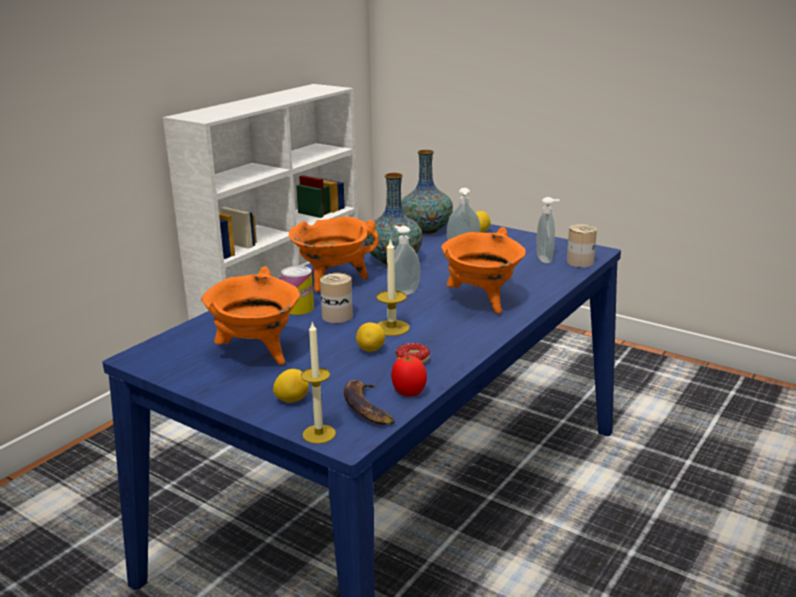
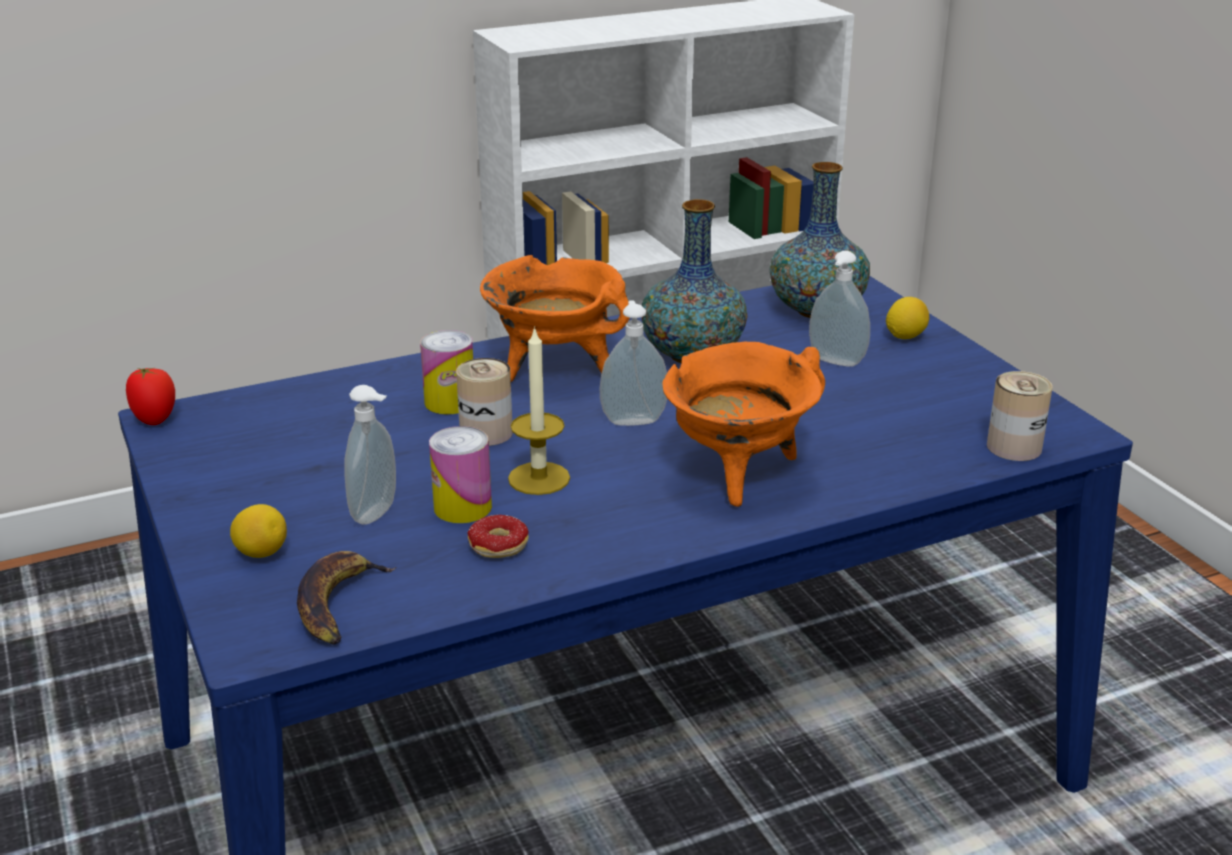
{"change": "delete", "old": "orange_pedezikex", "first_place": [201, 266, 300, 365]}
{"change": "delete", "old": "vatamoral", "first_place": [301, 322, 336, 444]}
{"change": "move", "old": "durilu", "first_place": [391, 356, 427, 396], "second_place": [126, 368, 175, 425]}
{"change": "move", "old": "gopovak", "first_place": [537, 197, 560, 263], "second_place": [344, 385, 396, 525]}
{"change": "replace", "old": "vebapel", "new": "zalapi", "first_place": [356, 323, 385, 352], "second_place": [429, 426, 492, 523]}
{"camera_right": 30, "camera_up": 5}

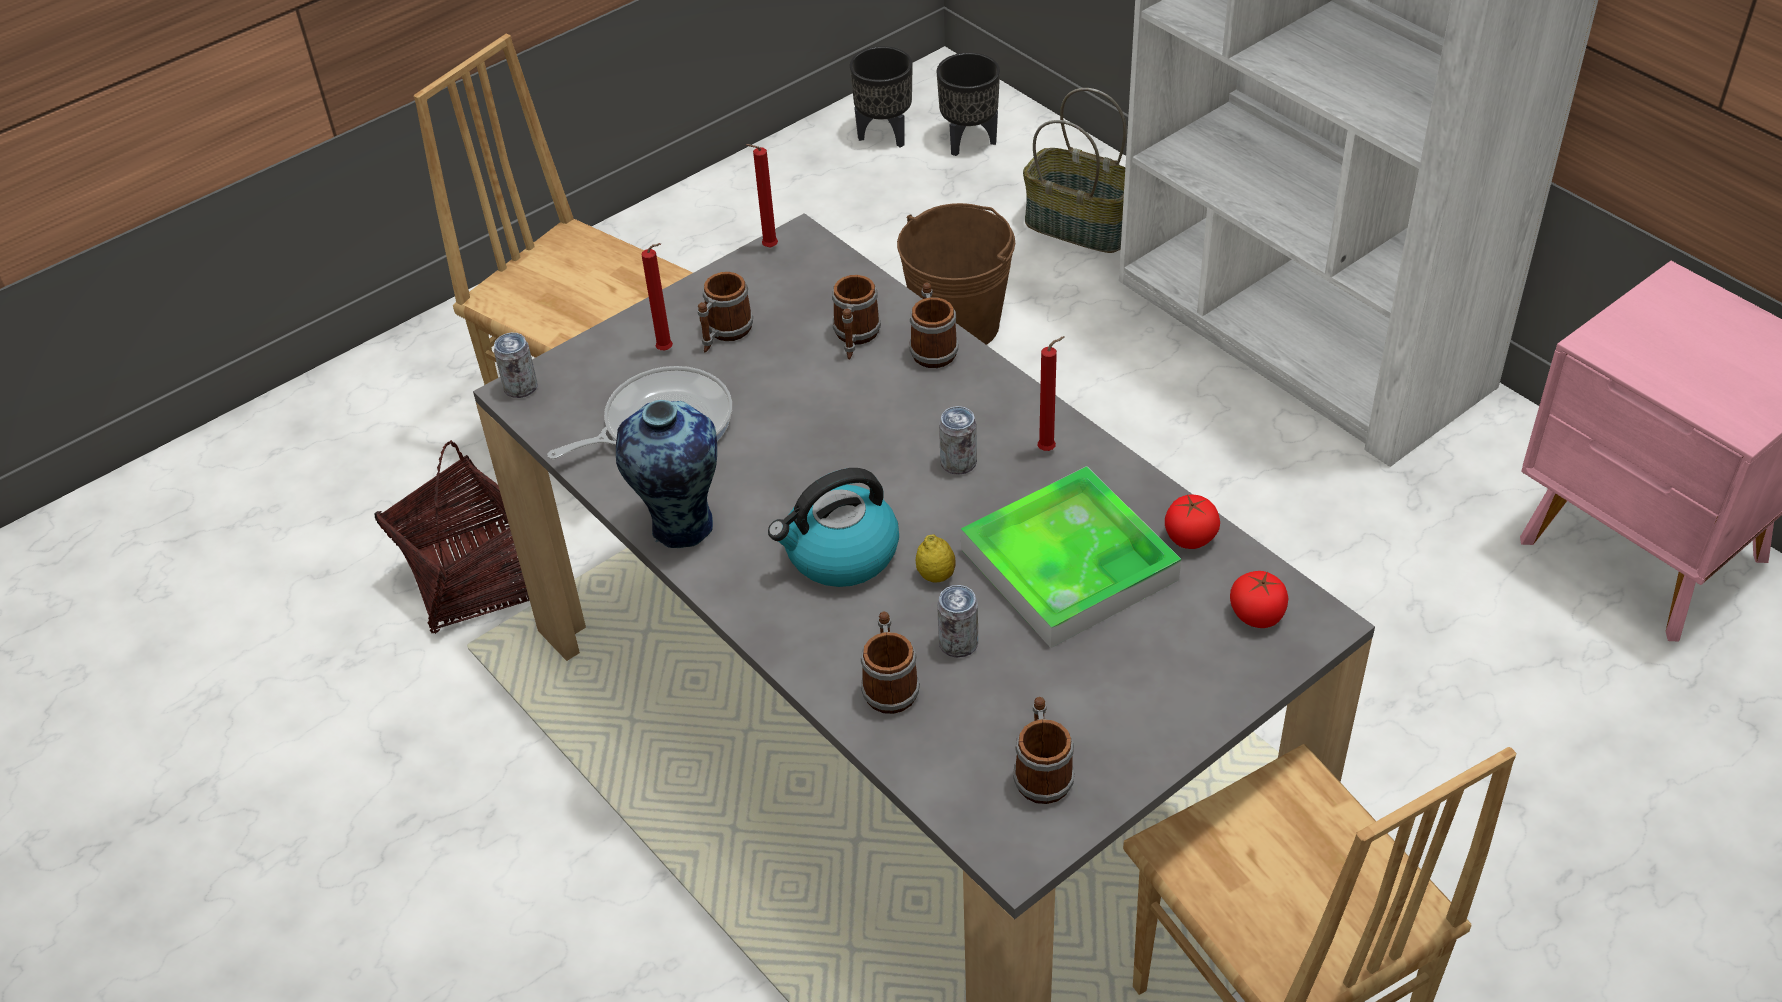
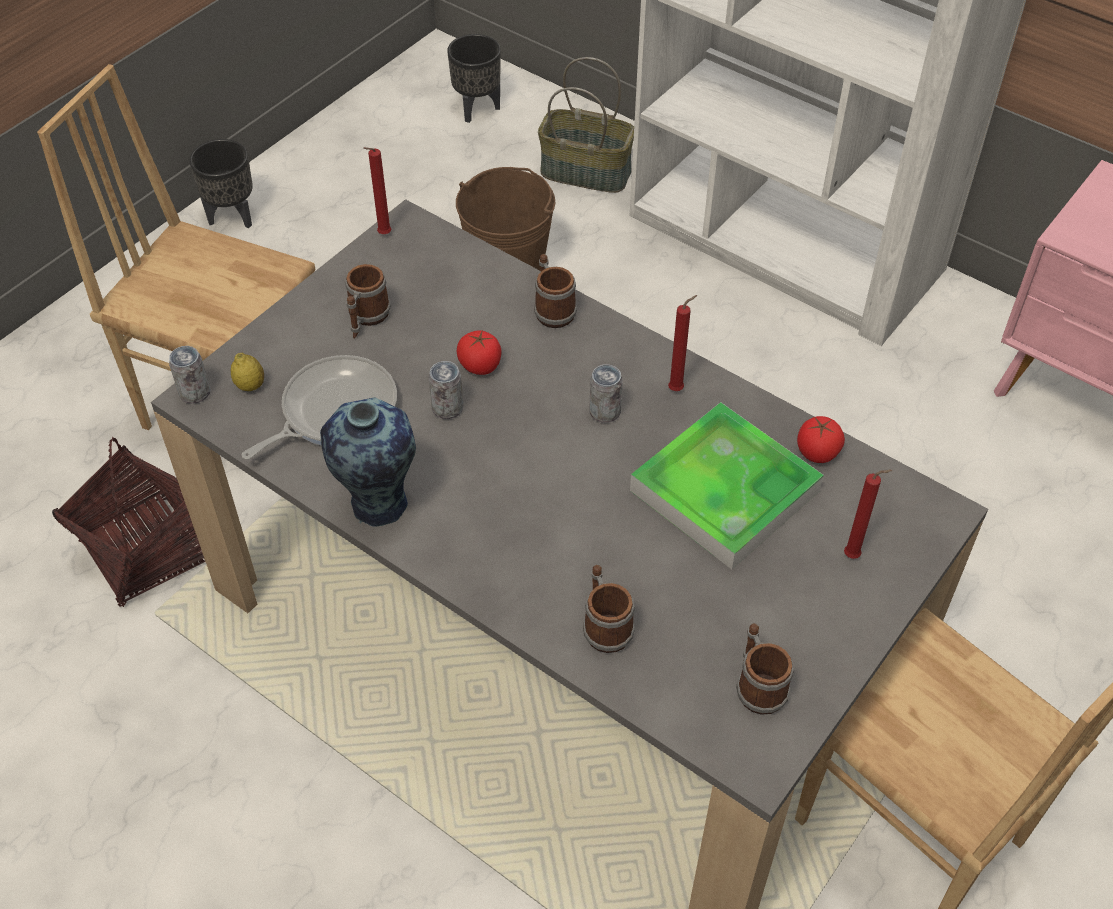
{"change": "delete", "old": "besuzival", "first_place": [768, 468, 899, 587]}
{"change": "delete", "old": "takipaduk", "first_place": [832, 275, 881, 359]}
{"change": "move", "old": "red_vatamoral", "first_place": [641, 243, 673, 350], "second_place": [844, 469, 892, 559]}
{"change": "move", "old": "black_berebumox", "first_place": [850, 46, 913, 148], "second_place": [189, 139, 253, 228]}
{"change": "move", "old": "vebapel", "first_place": [916, 534, 955, 582], "second_place": [231, 353, 264, 391]}
{"change": "move", "old": "zalapi", "first_place": [937, 585, 978, 658], "second_place": [428, 361, 463, 419]}
{"change": "move", "old": "durilu", "first_place": [1230, 571, 1288, 628], "second_place": [457, 330, 501, 375]}
{"camera_right": -15, "camera_up": 5}

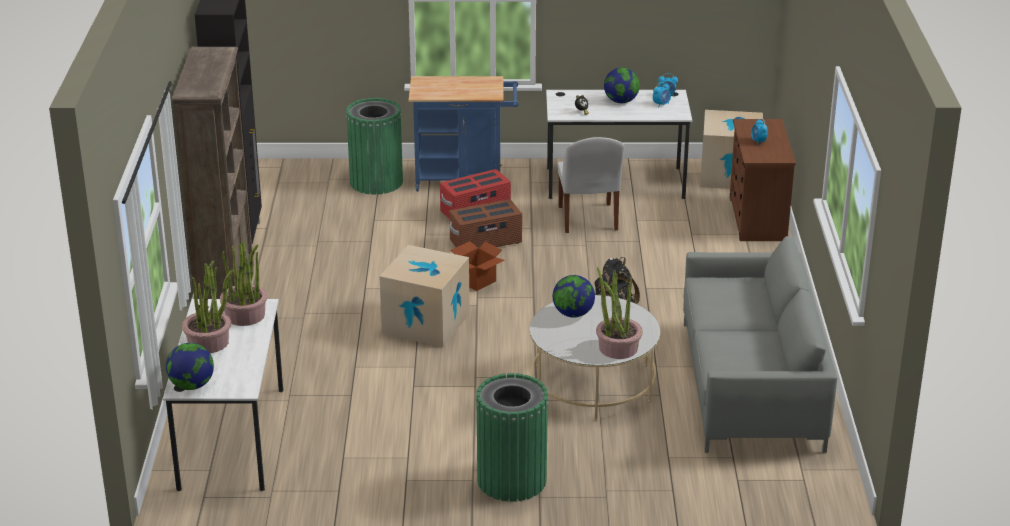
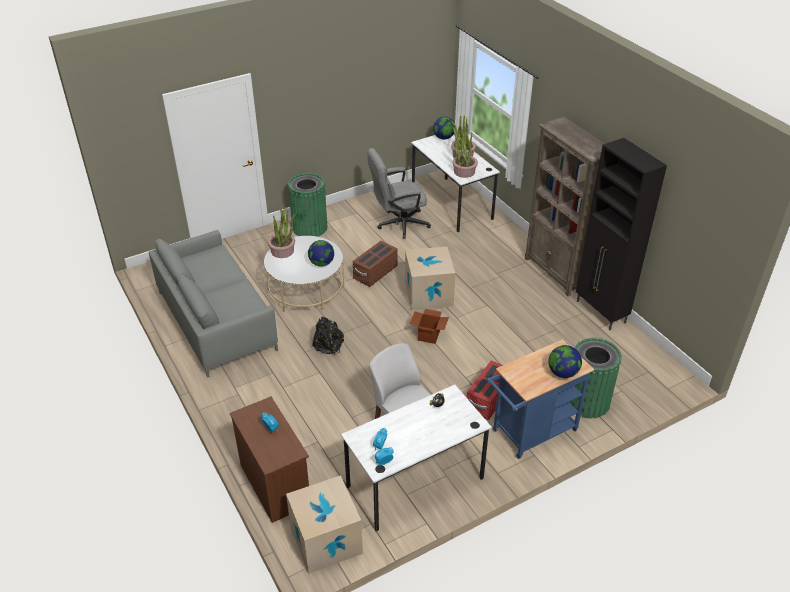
{"change": "insert", "new": "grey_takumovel", "second_place": [367, 148, 431, 239]}
{"change": "move", "old": "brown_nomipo", "first_place": [449, 199, 522, 248], "second_place": [353, 241, 397, 287]}
{"change": "move", "old": "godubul", "first_place": [604, 68, 640, 103], "second_place": [548, 345, 582, 378]}
{"camera_right": 150, "camera_up": 10}

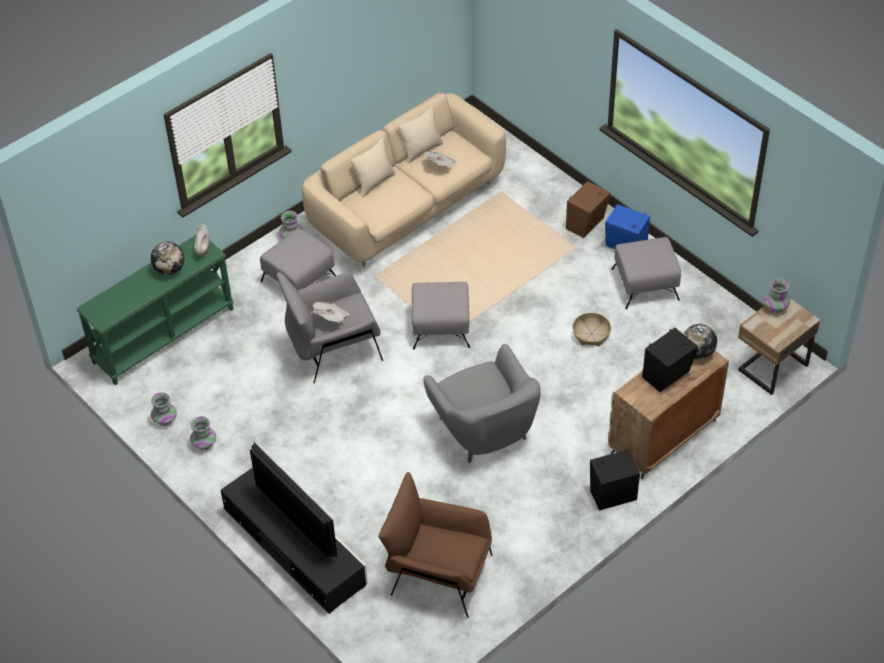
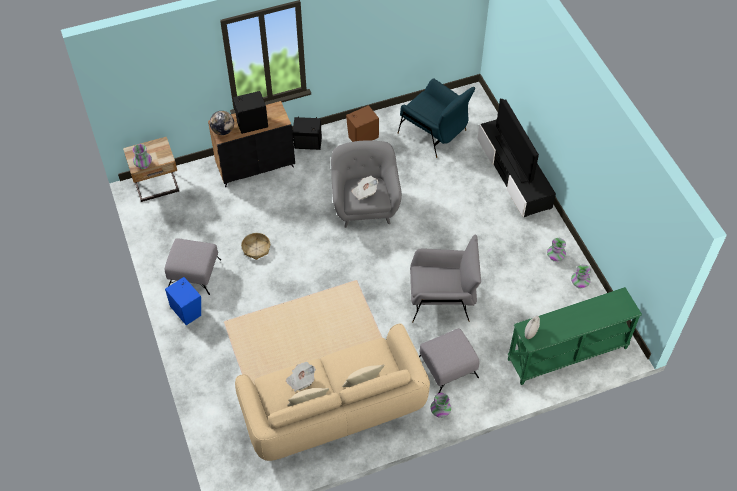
{"change": "delete", "old": "godubul", "first_place": [151, 242, 184, 275]}
{"change": "delete", "old": "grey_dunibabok", "first_place": [412, 282, 470, 349]}
{"change": "move", "old": "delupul", "first_place": [313, 302, 350, 323], "second_place": [352, 176, 379, 200]}
{"change": "move", "old": "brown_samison", "first_place": [566, 181, 610, 238], "second_place": [346, 105, 379, 142]}
{"change": "recolor", "old": "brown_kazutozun", "new": "blue_kazutozun", "first_place": [378, 472, 493, 618], "second_place": [397, 78, 475, 158]}
{"change": "recolor", "old": "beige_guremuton", "new": "black_guremuton", "first_place": [608, 351, 729, 479], "second_place": [208, 101, 295, 187]}
{"camera_right": -160, "camera_up": 5}

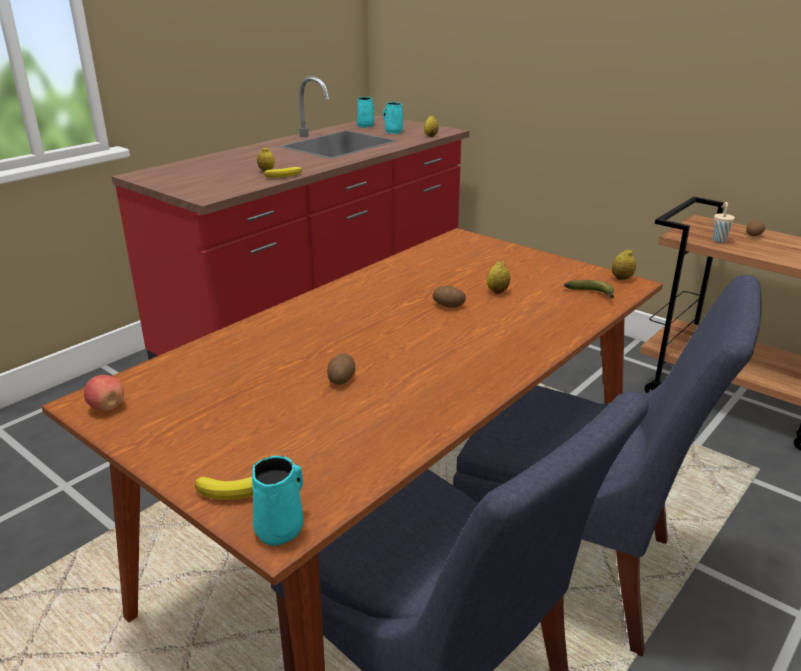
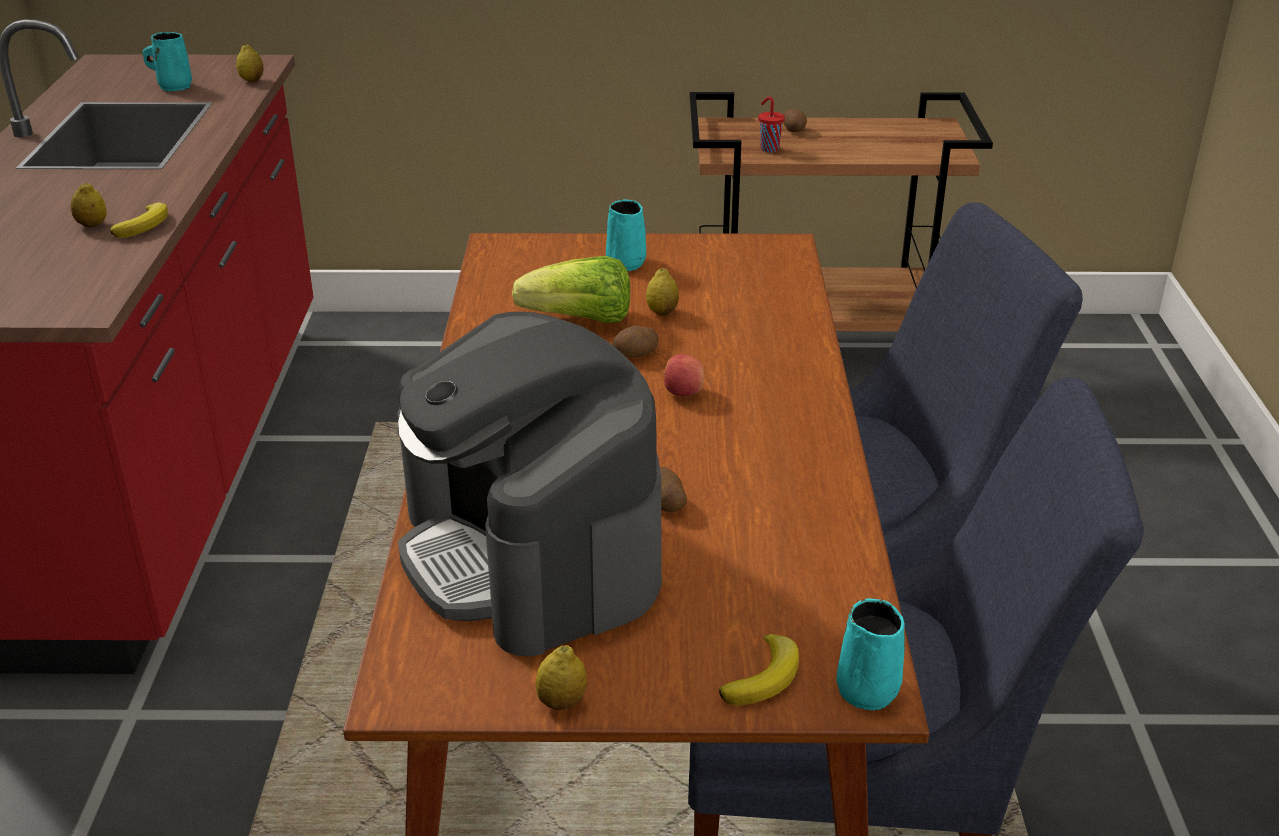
{"change": "delete", "old": "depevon", "first_place": [564, 280, 614, 299]}
{"change": "insert", "new": "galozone", "second_place": [397, 312, 662, 656]}
{"change": "insert", "new": "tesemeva", "second_place": [512, 256, 630, 323]}
{"change": "move", "old": "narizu", "first_place": [84, 375, 124, 411], "second_place": [664, 354, 704, 396]}
{"change": "move", "old": "turquoise_takipaduk", "first_place": [357, 97, 374, 128], "second_place": [606, 200, 646, 271]}
{"change": "move", "old": "vebapel", "first_place": [612, 249, 636, 280], "second_place": [535, 645, 587, 710]}
{"change": "recolor", "old": "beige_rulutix", "new": "red_rulutix", "first_place": [713, 202, 735, 243], "second_place": [758, 96, 785, 152]}
{"camera_right": -40, "camera_up": 5}

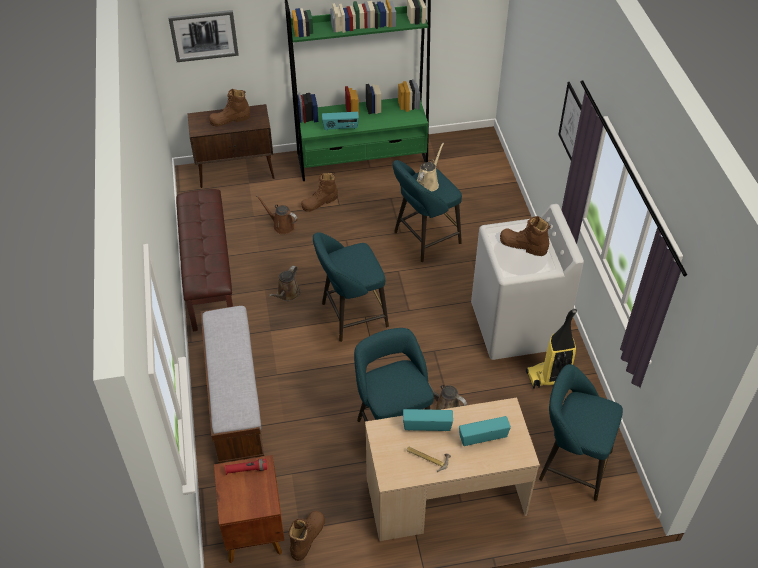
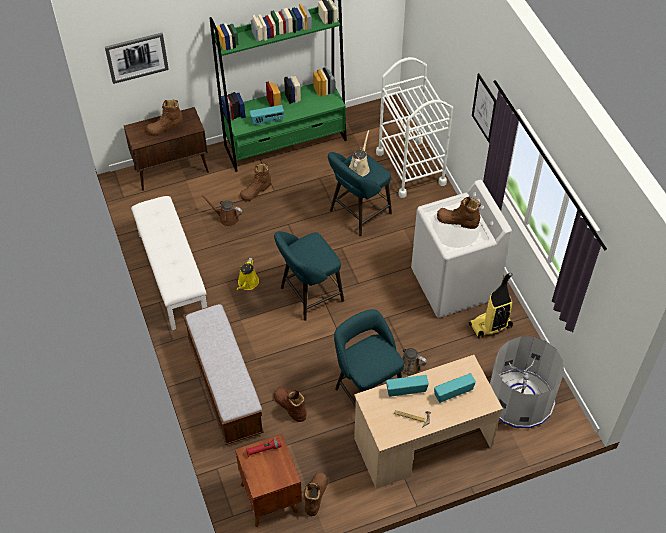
{"change": "insert", "new": "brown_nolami", "second_place": [274, 388, 307, 422]}
{"change": "insert", "new": "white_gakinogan", "second_place": [376, 57, 453, 198]}
{"change": "replace", "old": "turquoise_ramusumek", "new": "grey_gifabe", "first_place": [539, 364, 623, 501], "second_place": [490, 336, 564, 428]}
{"change": "recolor", "old": "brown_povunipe", "new": "white_povunipe", "first_place": [176, 189, 233, 331], "second_place": [131, 196, 207, 330]}
{"change": "recolor", "old": "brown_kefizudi", "new": "yellow_kefizudi", "first_place": [269, 266, 301, 301], "second_place": [236, 258, 259, 290]}
{"camera_right": -10, "camera_up": 5}

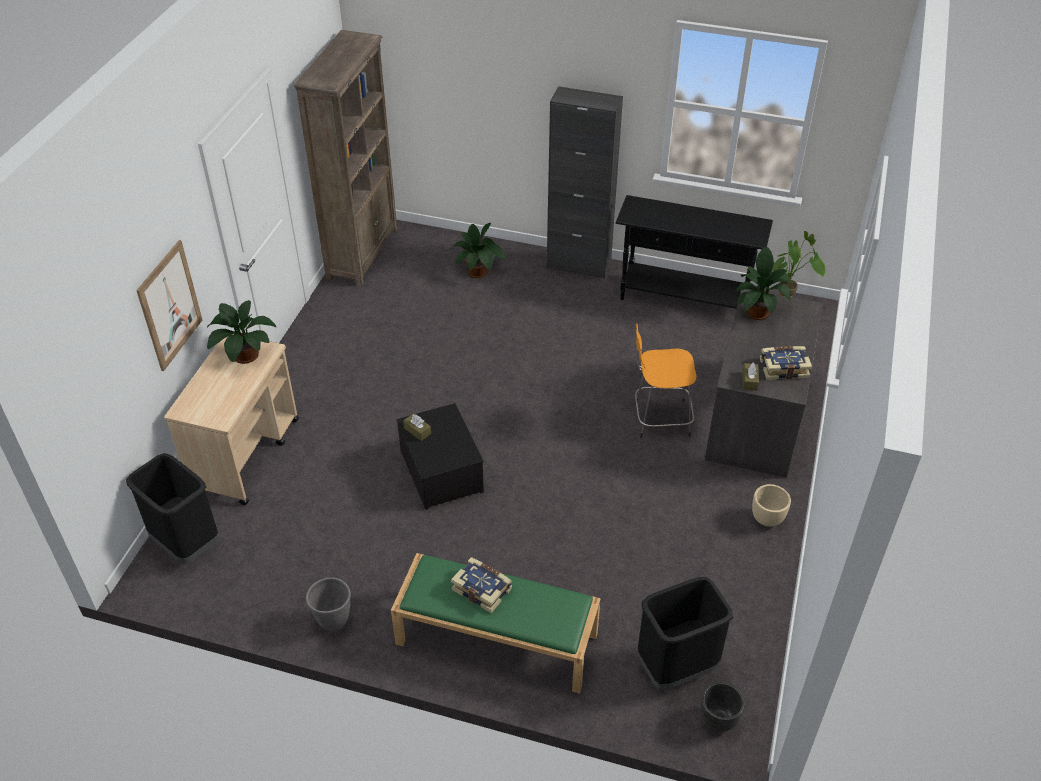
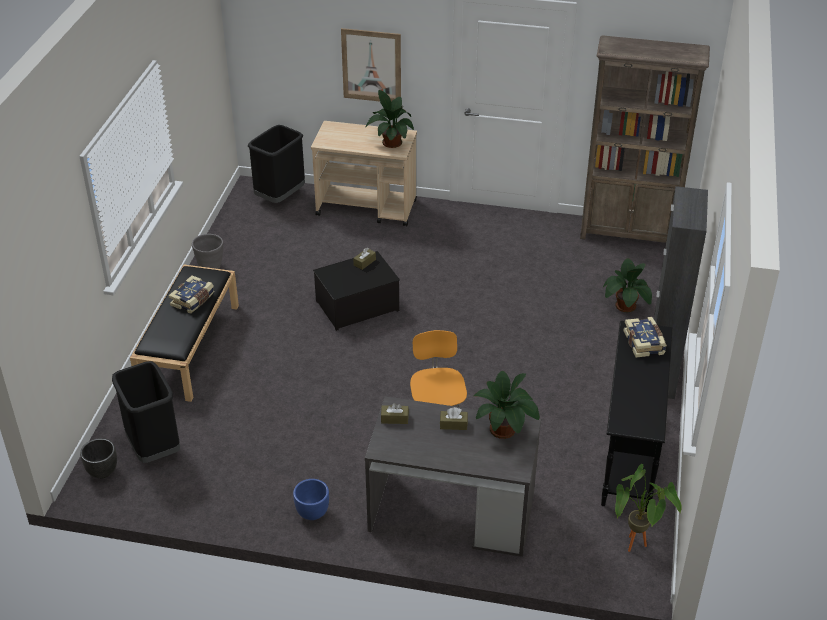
{"change": "insert", "new": "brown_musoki", "second_place": [440, 407, 468, 430]}
{"change": "move", "old": "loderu", "first_place": [760, 346, 812, 380], "second_place": [623, 317, 667, 358]}
{"change": "recolor", "old": "green_povunipe", "new": "black_povunipe", "first_place": [391, 553, 601, 693], "second_place": [130, 264, 239, 402]}
{"change": "recolor", "old": "beige_berebumox", "new": "blue_berebumox", "first_place": [752, 484, 791, 526], "second_place": [293, 479, 329, 520]}
{"camera_right": 85, "camera_up": -5}

